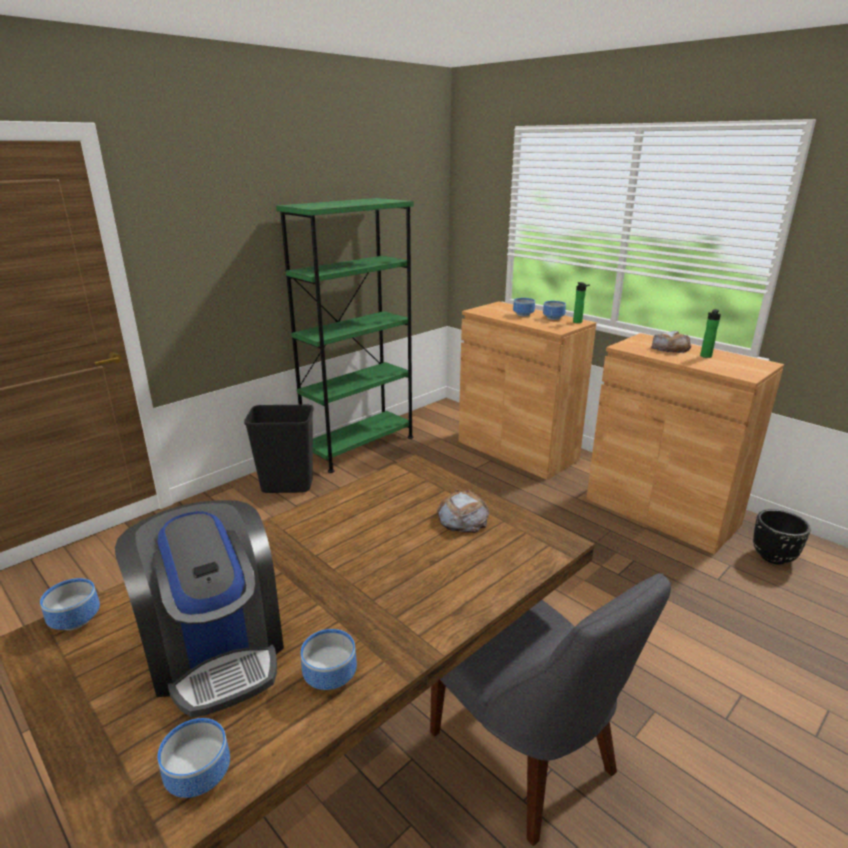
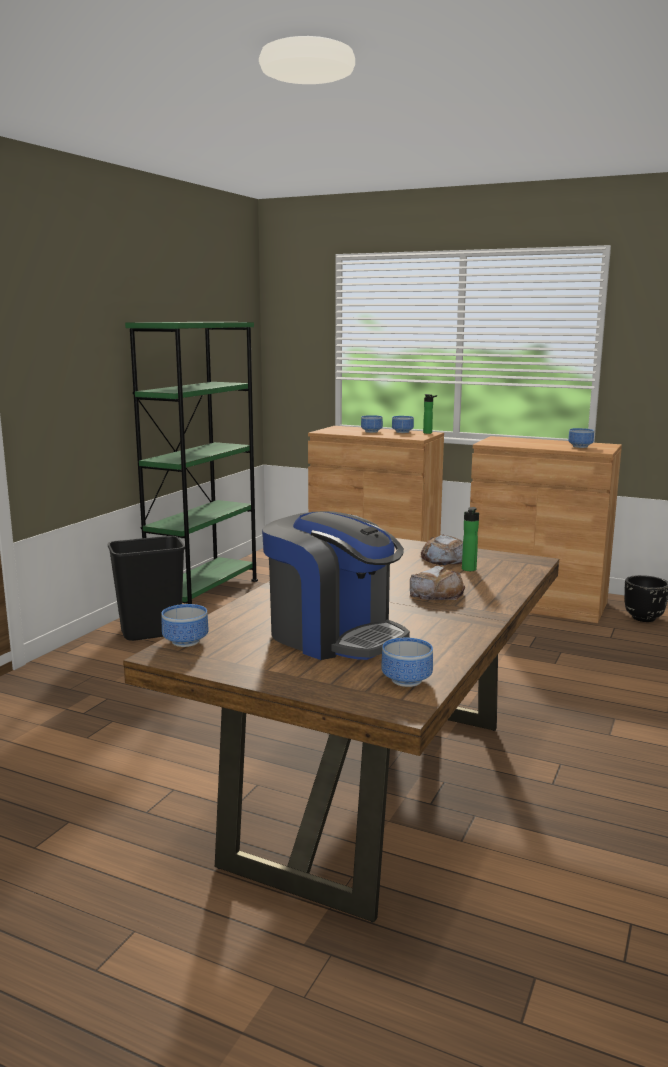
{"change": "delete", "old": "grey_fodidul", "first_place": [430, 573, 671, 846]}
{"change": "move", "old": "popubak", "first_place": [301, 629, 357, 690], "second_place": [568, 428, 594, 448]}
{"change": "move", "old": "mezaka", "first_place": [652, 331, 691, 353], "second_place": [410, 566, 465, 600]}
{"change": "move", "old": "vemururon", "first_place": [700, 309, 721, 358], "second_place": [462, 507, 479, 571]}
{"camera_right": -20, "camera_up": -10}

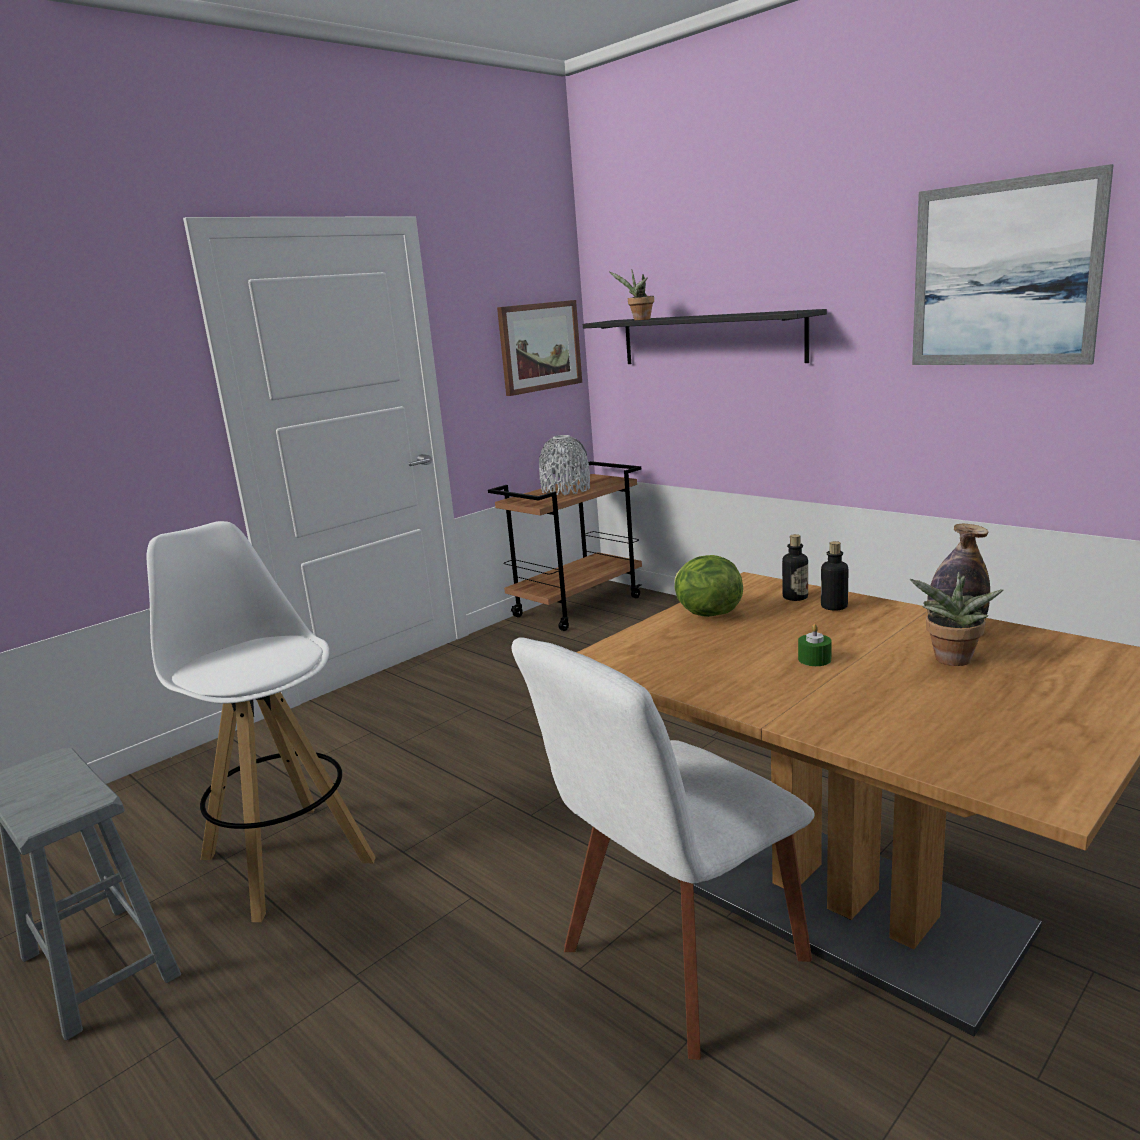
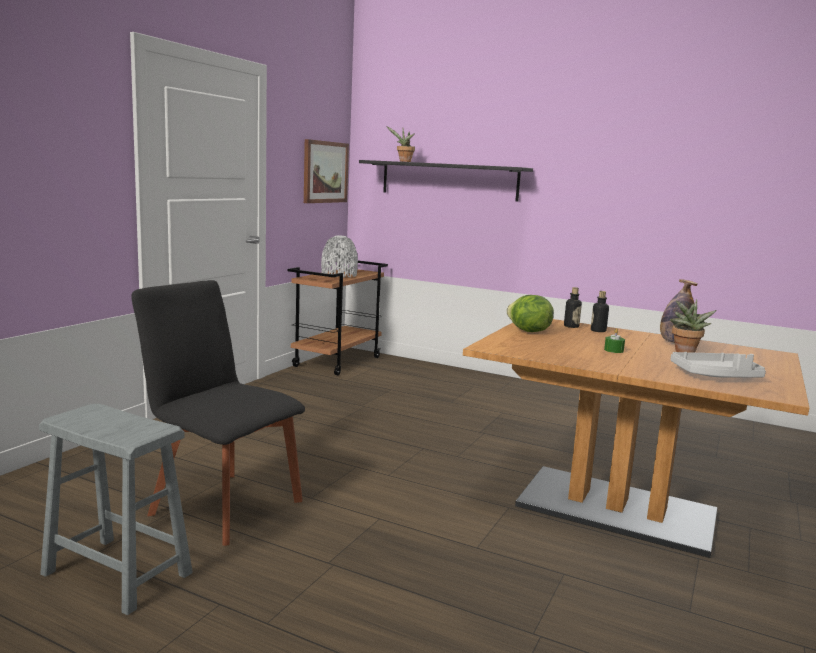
{"change": "delete", "old": "white_fodidul", "first_place": [512, 638, 815, 1060]}
{"change": "delete", "old": "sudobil", "first_place": [912, 164, 1114, 365]}
{"change": "insert", "new": "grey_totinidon", "second_place": [671, 352, 766, 378]}
{"change": "replace", "old": "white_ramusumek", "new": "black_fodidul", "first_place": [146, 521, 376, 922], "second_place": [131, 280, 305, 546]}
{"camera_right": -20, "camera_up": -5}

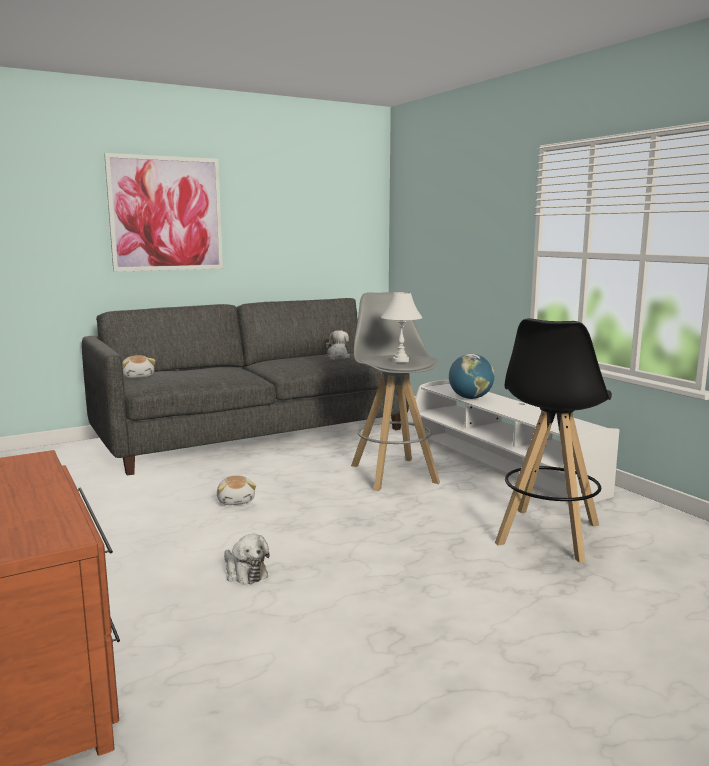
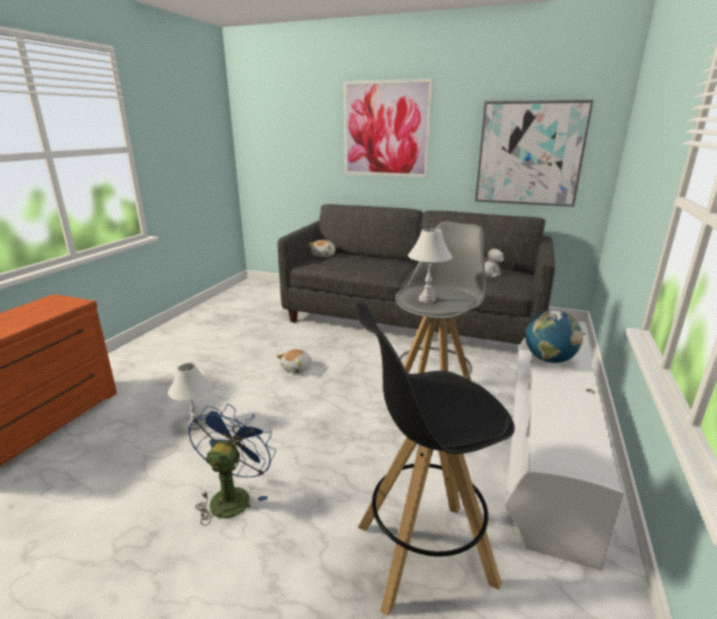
{"change": "insert", "new": "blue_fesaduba", "second_place": [188, 404, 276, 526]}
{"change": "insert", "new": "sudobil", "second_place": [475, 100, 593, 207]}
{"change": "replace", "old": "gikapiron", "new": "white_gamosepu", "first_place": [224, 534, 270, 584], "second_place": [168, 363, 212, 430]}
{"camera_right": 50, "camera_up": 10}

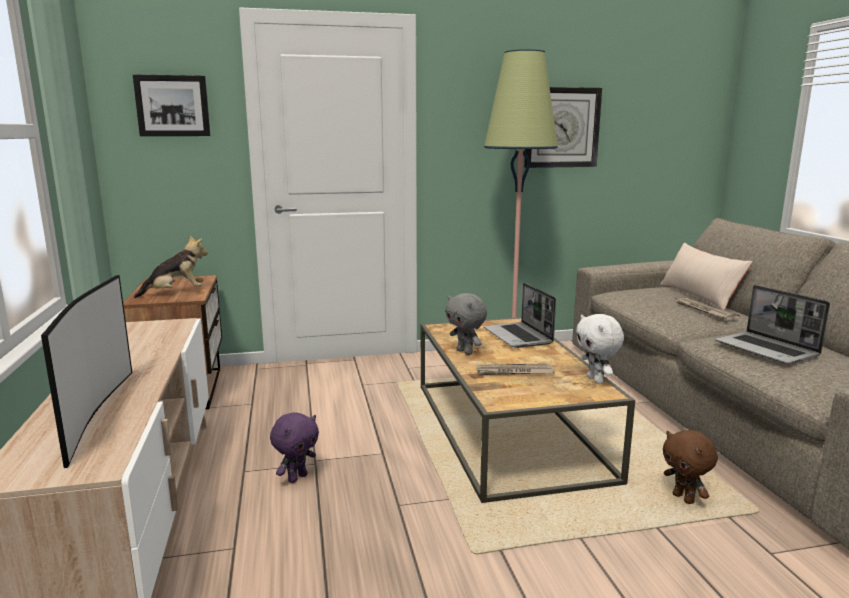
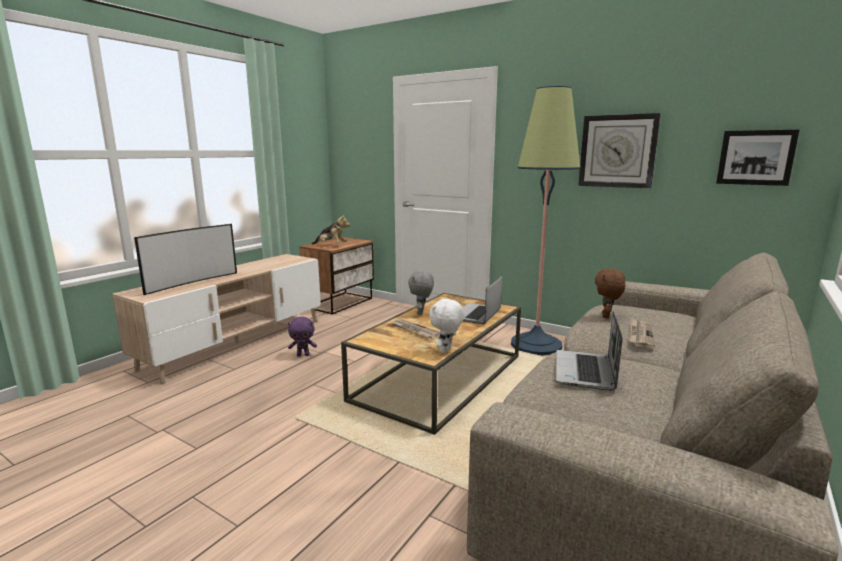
{"change": "delete", "old": "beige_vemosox", "first_place": [660, 243, 753, 310]}
{"change": "move", "old": "sudobil", "first_place": [133, 74, 211, 136], "second_place": [716, 129, 800, 186]}
{"change": "move", "old": "brown_gikapiron", "first_place": [663, 430, 718, 504], "second_place": [595, 269, 625, 318]}
{"camera_right": 45, "camera_up": 0}

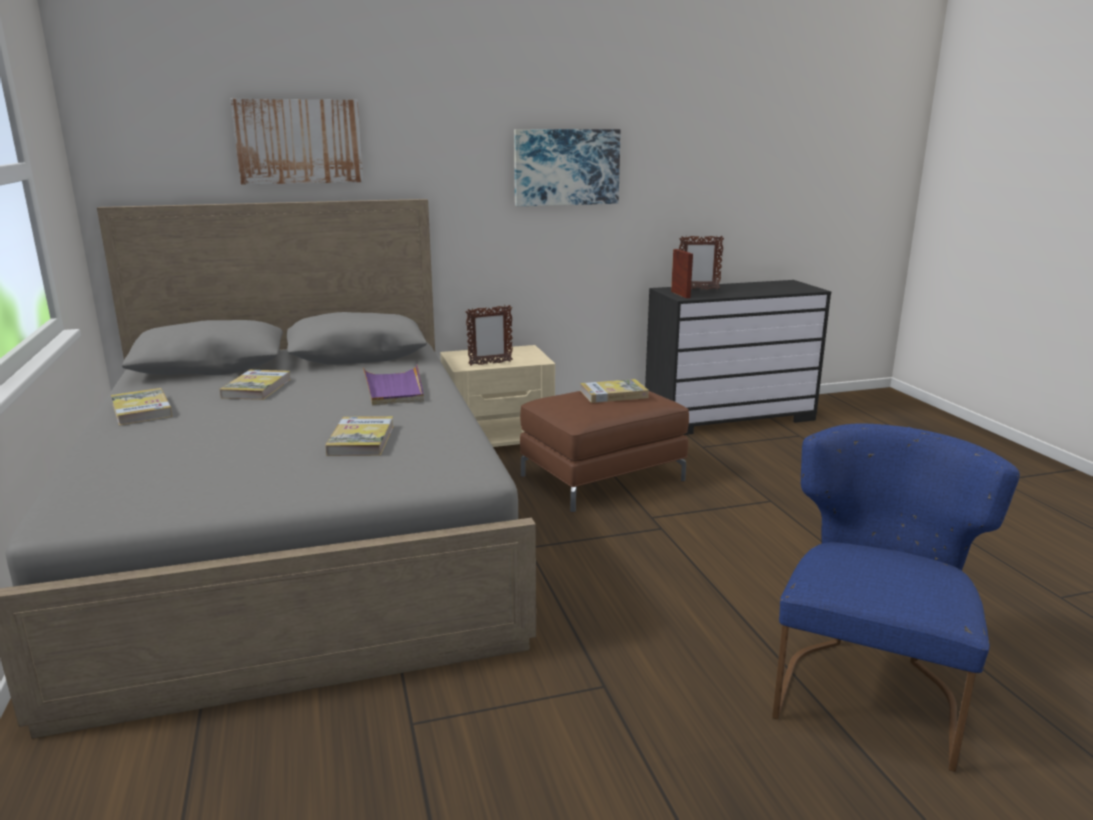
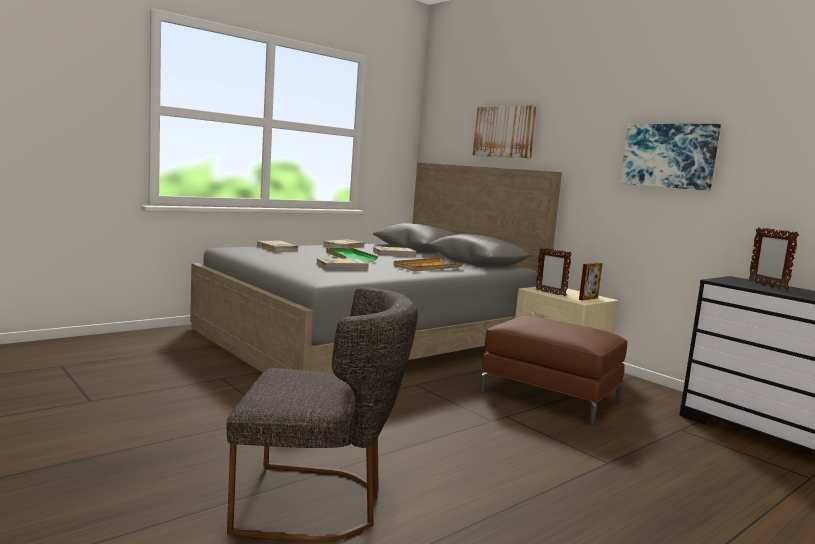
{"change": "insert", "new": "green_totinidon", "second_place": [326, 248, 378, 262]}
{"change": "move", "old": "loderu", "first_place": [580, 379, 649, 403], "second_place": [257, 241, 298, 252]}
{"change": "move", "old": "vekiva", "first_place": [671, 249, 693, 298], "second_place": [579, 263, 602, 301]}
{"change": "recolor", "old": "purple_totinidon", "new": "beige_totinidon", "first_place": [363, 364, 424, 405], "second_place": [394, 258, 464, 272]}
{"change": "recolor", "old": "blue_fodidul", "new": "grey_fodidul", "first_place": [772, 423, 1020, 772], "second_place": [227, 287, 418, 542]}
{"camera_right": 65, "camera_up": -10}

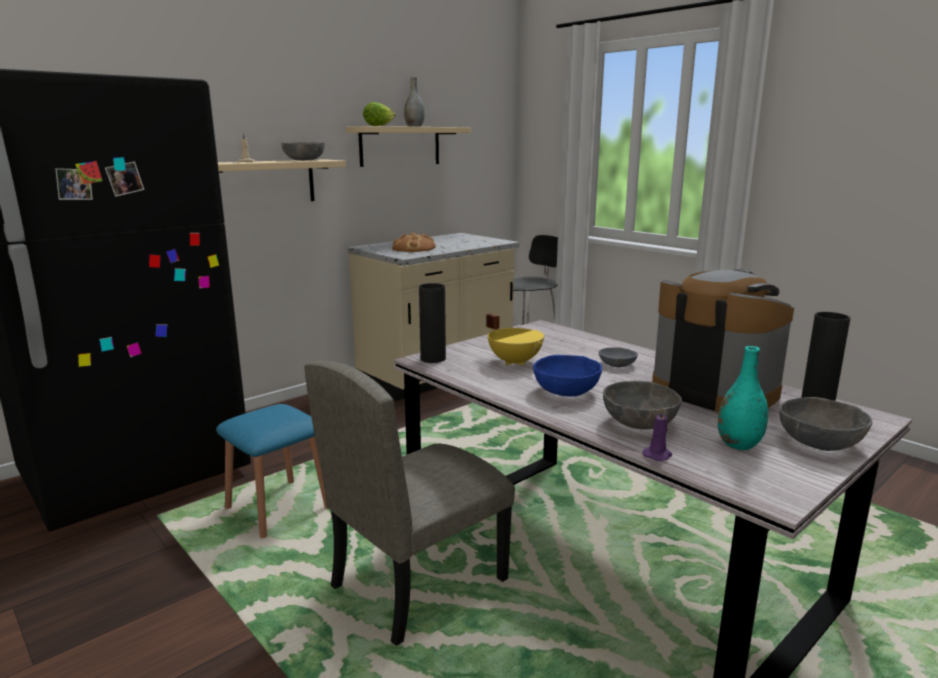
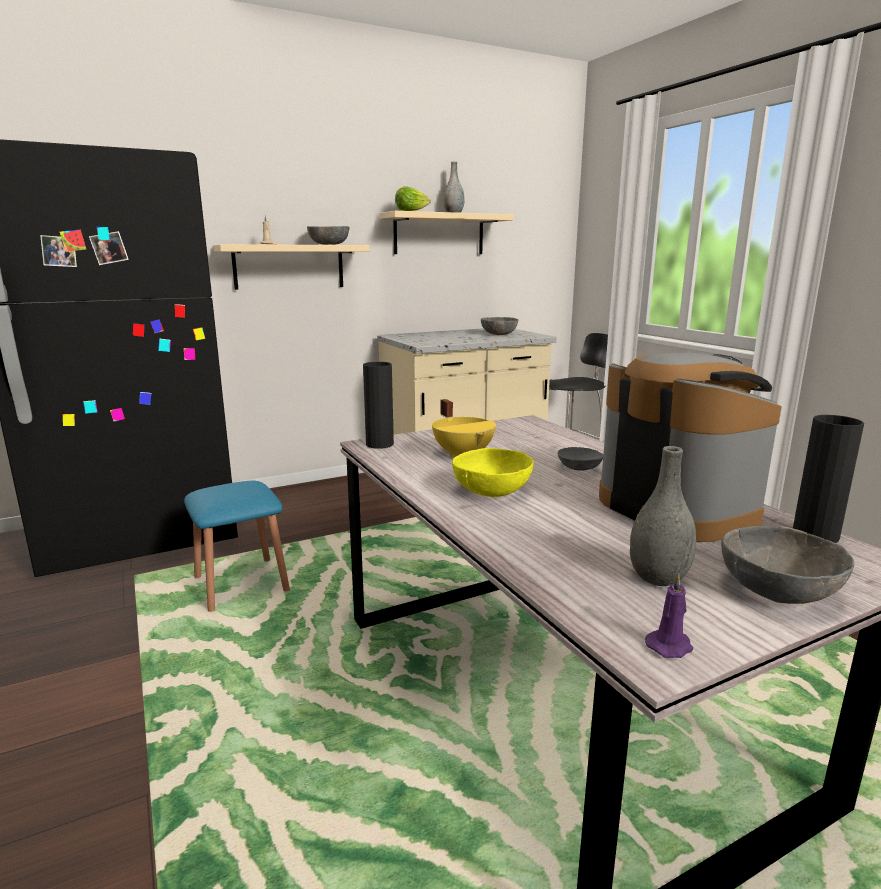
{"change": "delete", "old": "beige_fodidul", "first_place": [304, 361, 515, 646]}
{"change": "delete", "old": "mezaka", "first_place": [392, 233, 435, 252]}
{"change": "move", "old": "grey_popubak", "first_place": [603, 381, 682, 430], "second_place": [481, 317, 518, 335]}
{"change": "move", "old": "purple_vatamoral", "first_place": [642, 407, 672, 461], "second_place": [645, 573, 694, 658]}
{"change": "recolor", "old": "blue_popubak", "new": "yellow_popubak", "first_place": [533, 355, 602, 397], "second_place": [452, 448, 534, 497]}
{"change": "recolor", "old": "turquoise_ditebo", "new": "grey_ditebo", "first_place": [718, 346, 768, 450], "second_place": [630, 446, 696, 586]}
{"camera_right": 15, "camera_up": 0}

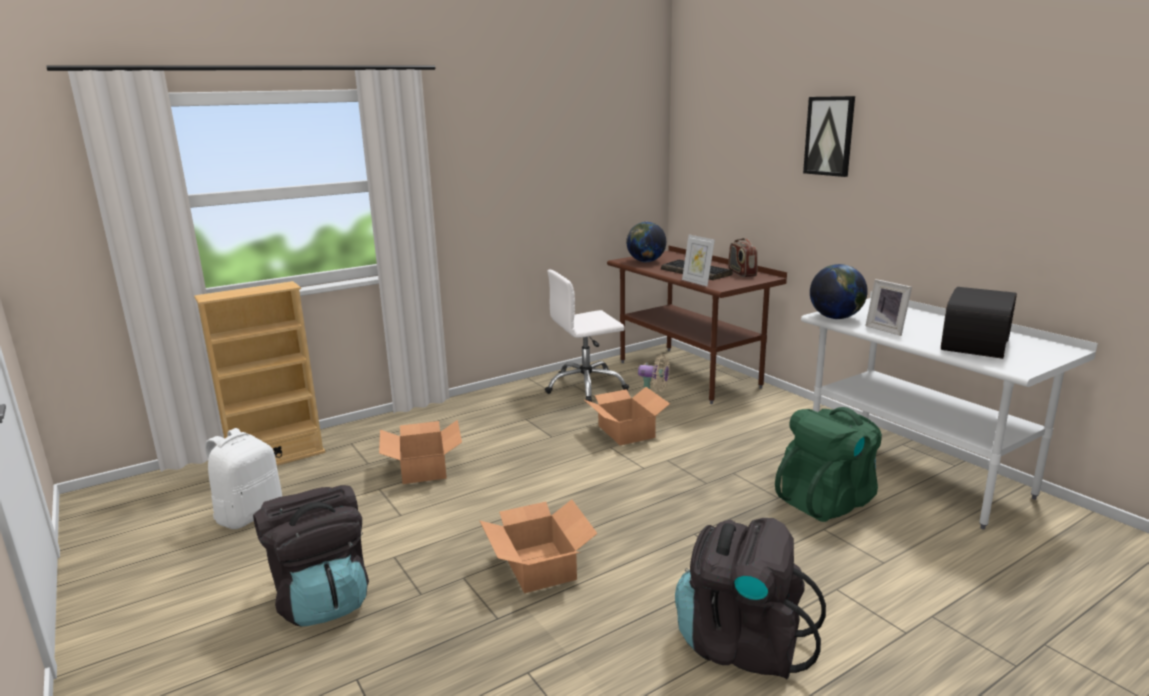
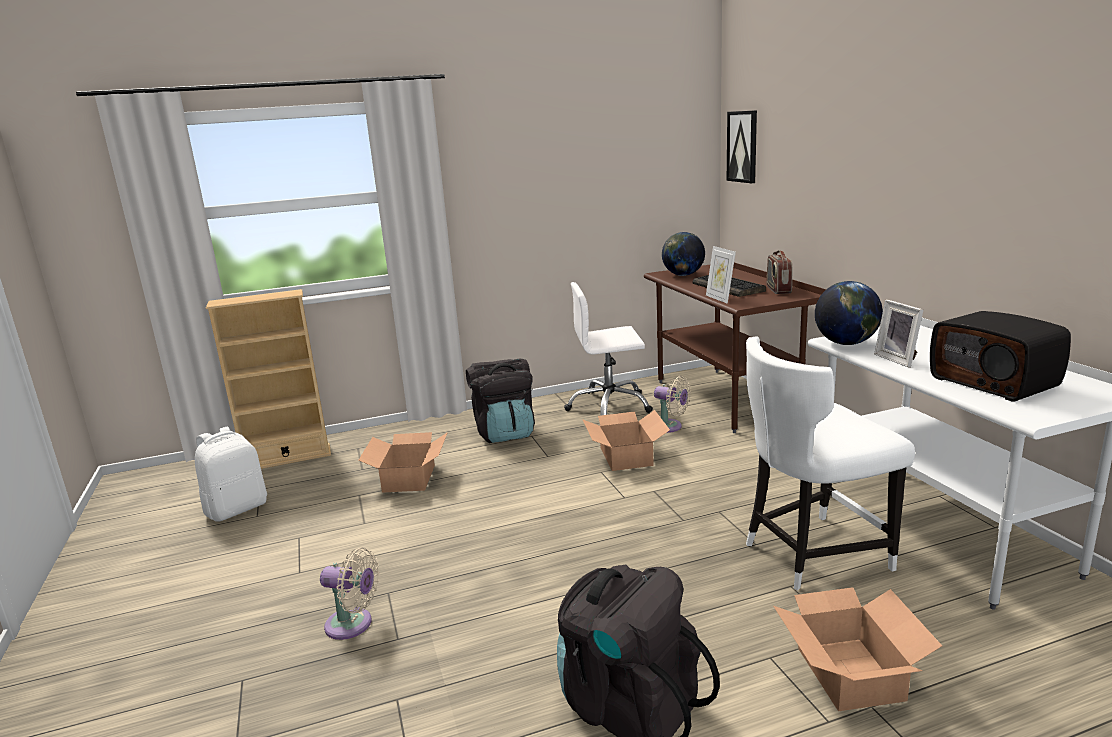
{"change": "insert", "new": "beige_fesaduba", "second_place": [320, 548, 379, 640]}
{"change": "move", "old": "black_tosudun", "first_place": [253, 485, 369, 627], "second_place": [466, 358, 535, 443]}
{"change": "move", "old": "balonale", "first_place": [480, 499, 598, 593], "second_place": [773, 587, 942, 711]}
{"change": "move", "old": "sudobil", "first_place": [803, 96, 855, 177], "second_place": [727, 110, 757, 183]}
{"change": "replace", "old": "green_tosudun", "new": "white_fodidul", "first_place": [775, 407, 882, 522], "second_place": [746, 336, 915, 590]}
{"change": "rotate", "old": "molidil", "first_place": [941, 287, 1017, 359], "second_place": [930, 311, 1071, 402], "degrees": 105}
{"camera_right": 15, "camera_up": 0}

